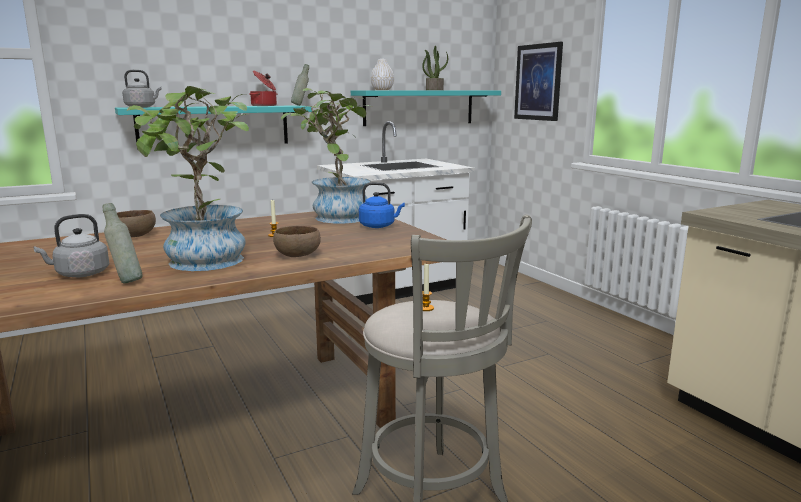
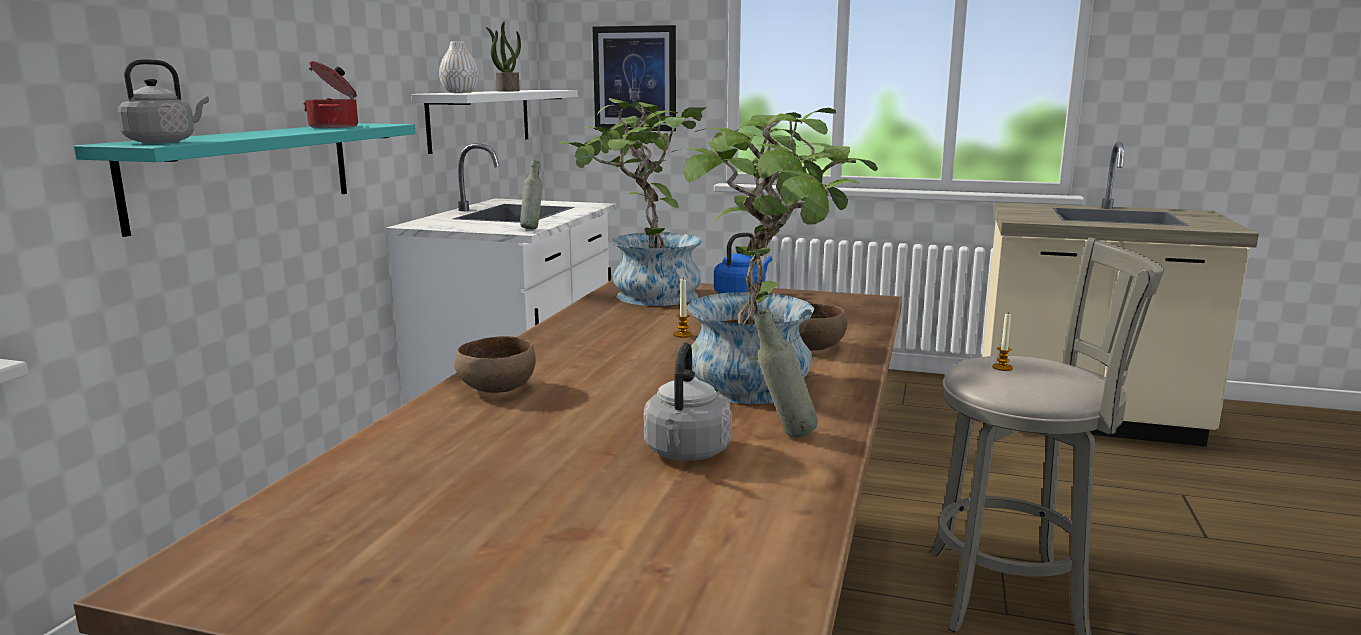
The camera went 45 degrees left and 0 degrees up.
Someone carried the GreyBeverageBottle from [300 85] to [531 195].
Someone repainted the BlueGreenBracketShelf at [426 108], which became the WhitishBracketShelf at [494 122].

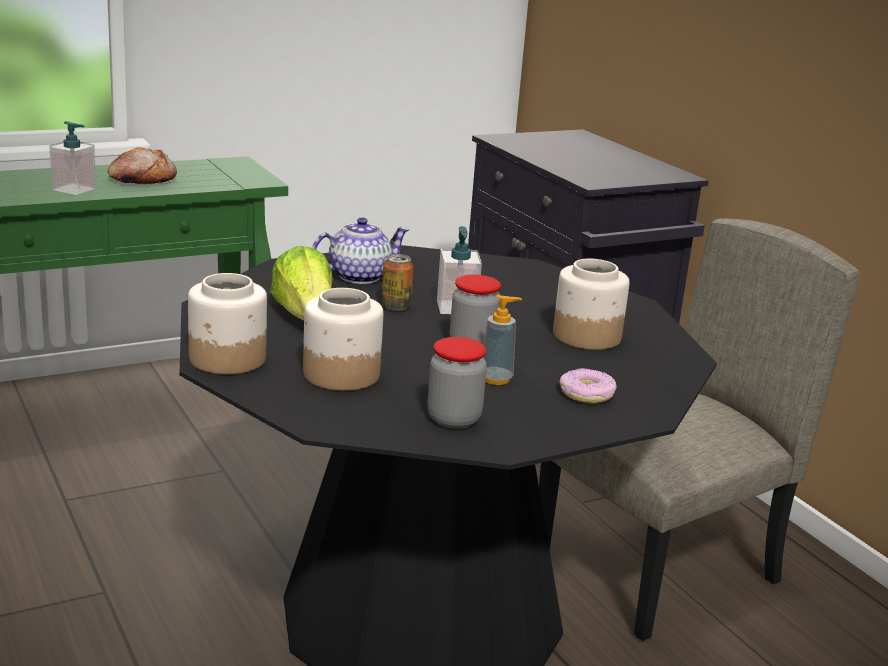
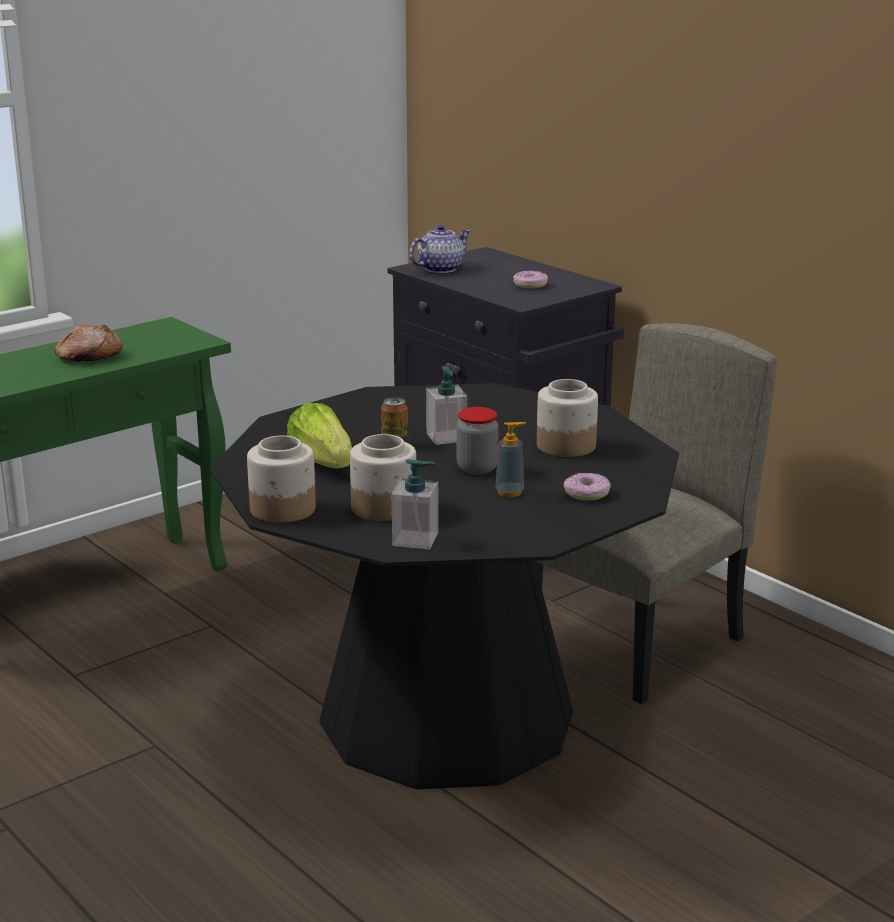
The camera went 10 degrees left and 0 degrees up.
Someone carried the SoapDispenser from [72 158] to [415 504].
Someone carried the Teapot from [361 250] to [440 249].
Someone took away the StorageJar at [457 383].
Someone put down the Doughnut at [530 279].

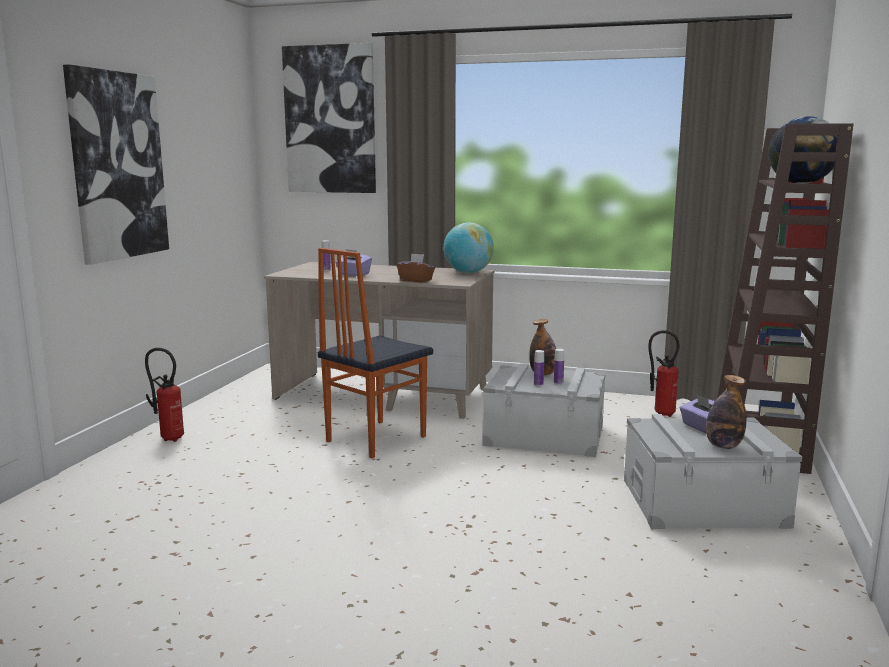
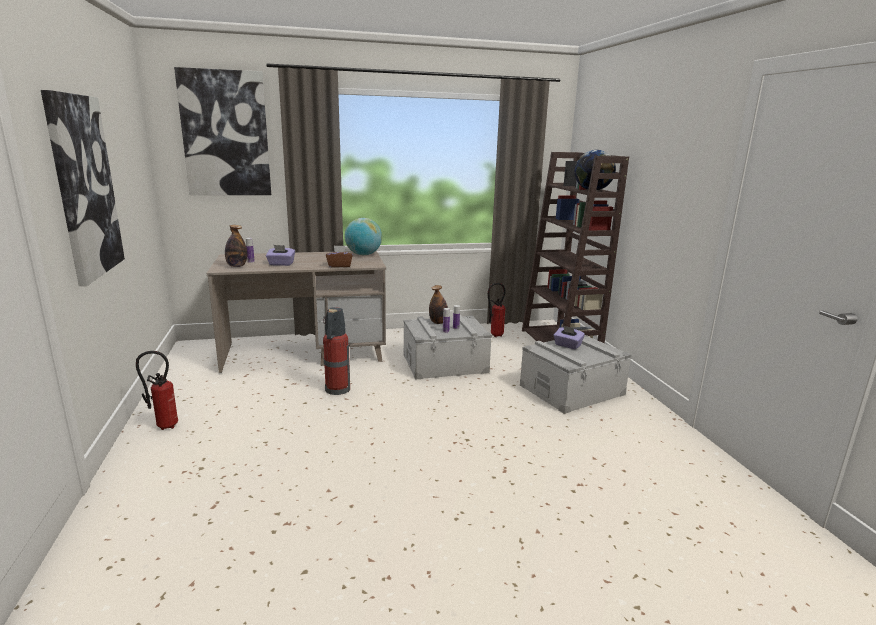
The camera went 30 degrees left and 5 degrees up.
Someone swapped the UprightChair at [375 353] for the FireFightingCylinder at [336 351].
Someone carried the BeverageBottle from [726 412] to [236 246].

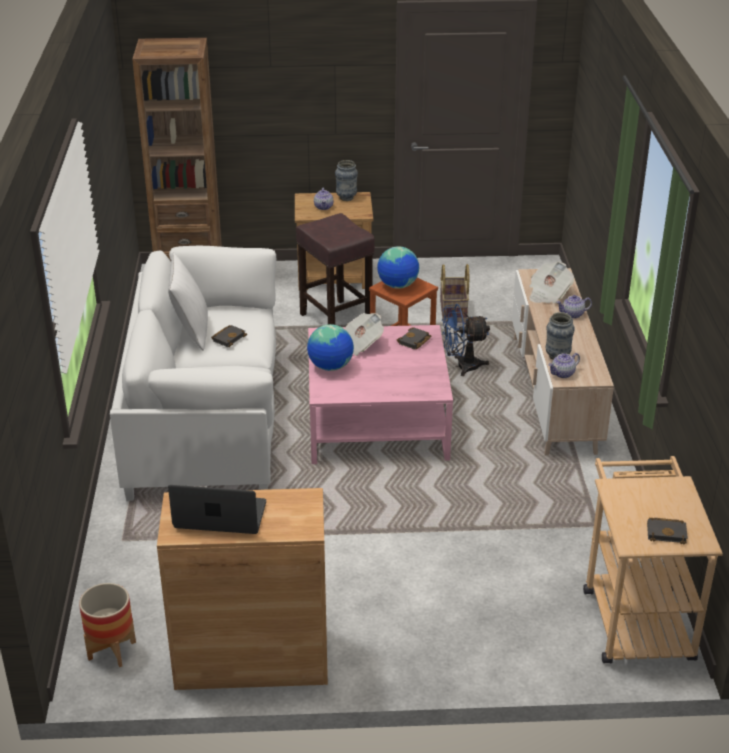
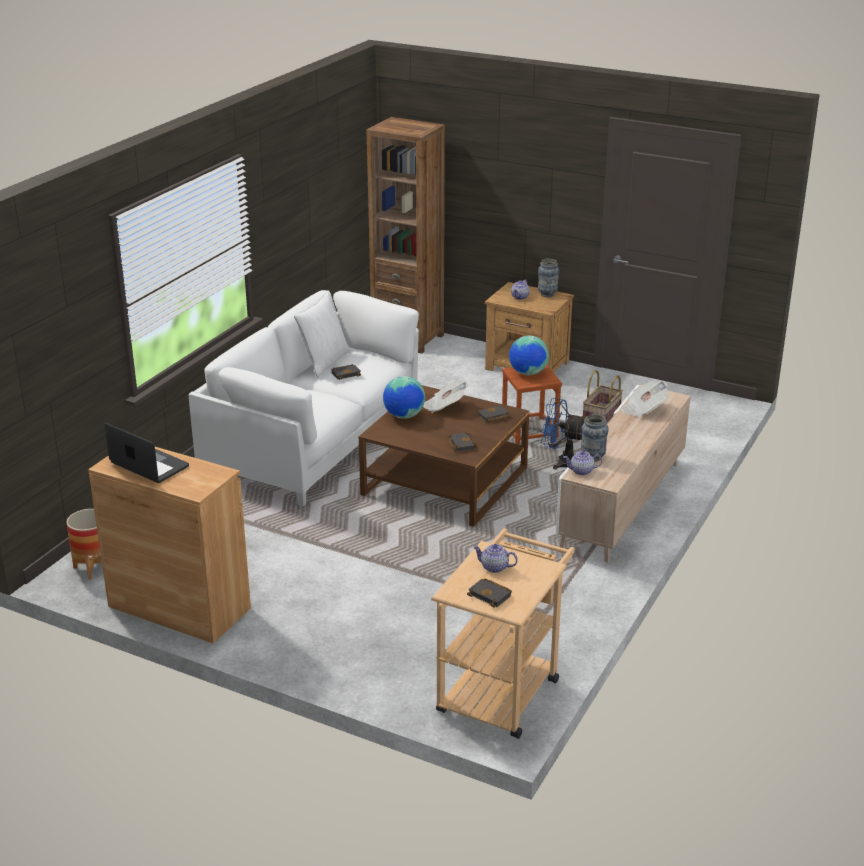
The camera went 30 degrees right and 5 degrees down.
Someone took away the BrownishStoolSeat at [335 269].
Someone carried the Teapot from [574 307] to [495 558].
Someone repainted the PinkishLowTable at [380 394], which became the BrownishLowTable at [444 456].
Someone put down the BlackVolume at [461 442].

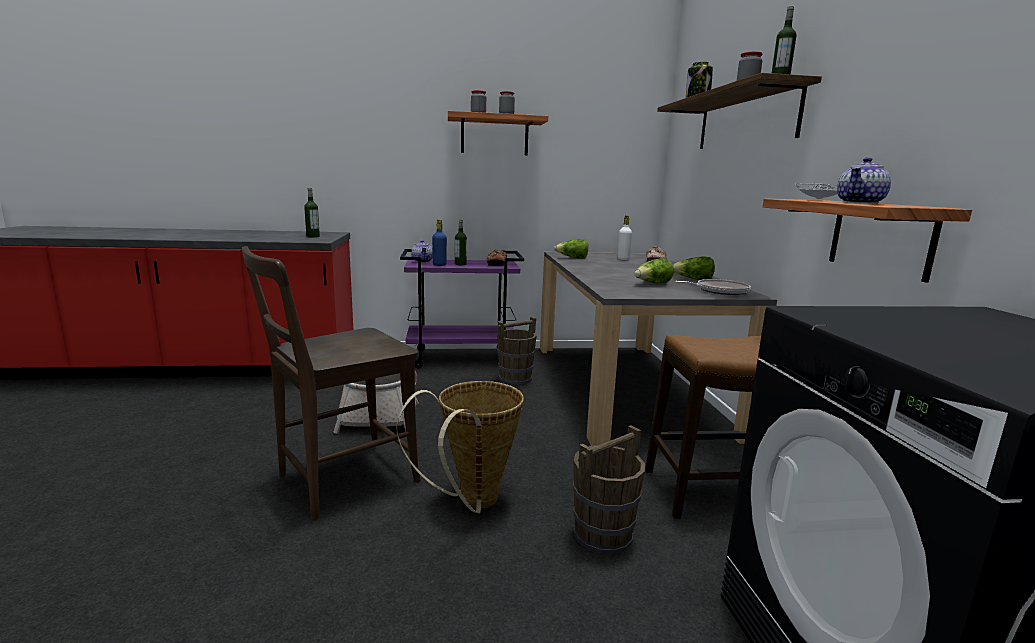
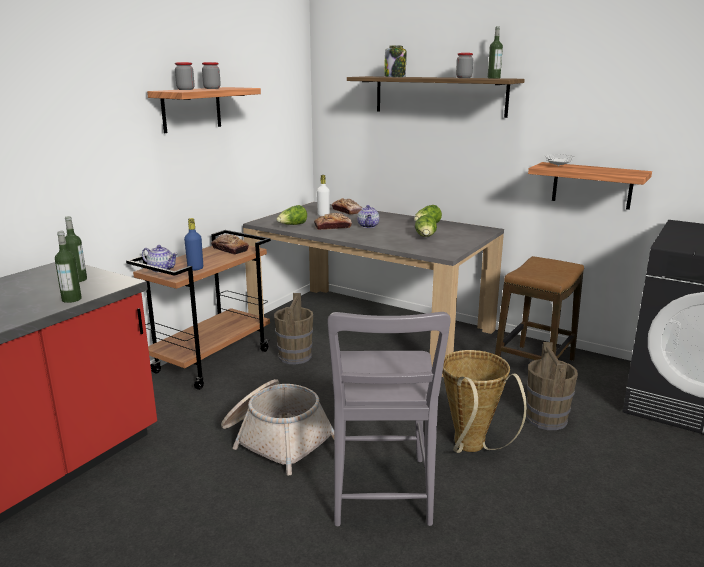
The camera went 50 degrees left and 5 degrees up.
Someone carried the Teapot from [864 180] to [368 216].
Someone carried the BeverageBottle from [461 242] to [68 267].
Someone repainted the BrownishUprightChair at [331 383], which became the GreyUprightChair at [389 419].
Someone repainted the PurplishTrolley at [462 308], which became the BrownishTrolley at [198 310].
Someone took away the Skillet at [713 287].
Someone put down the Bread at [333 221].

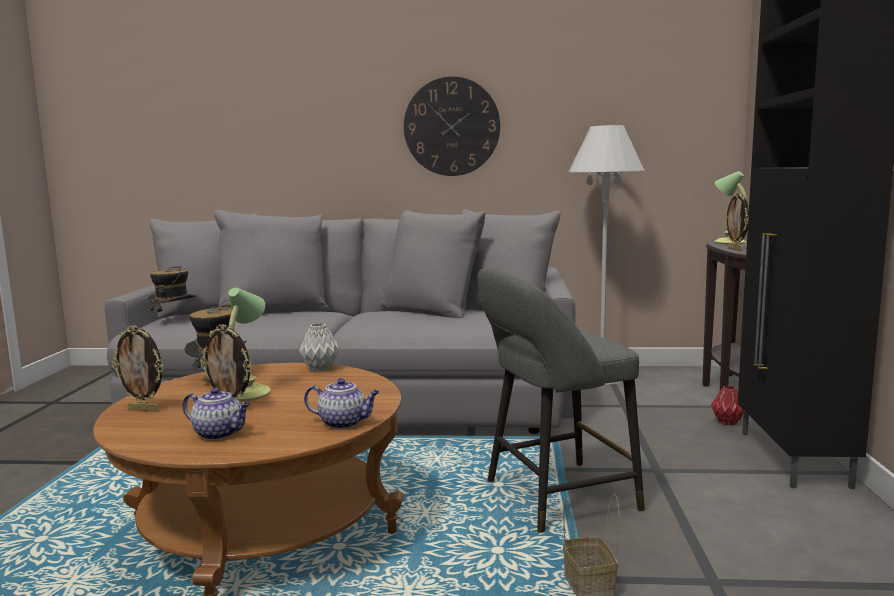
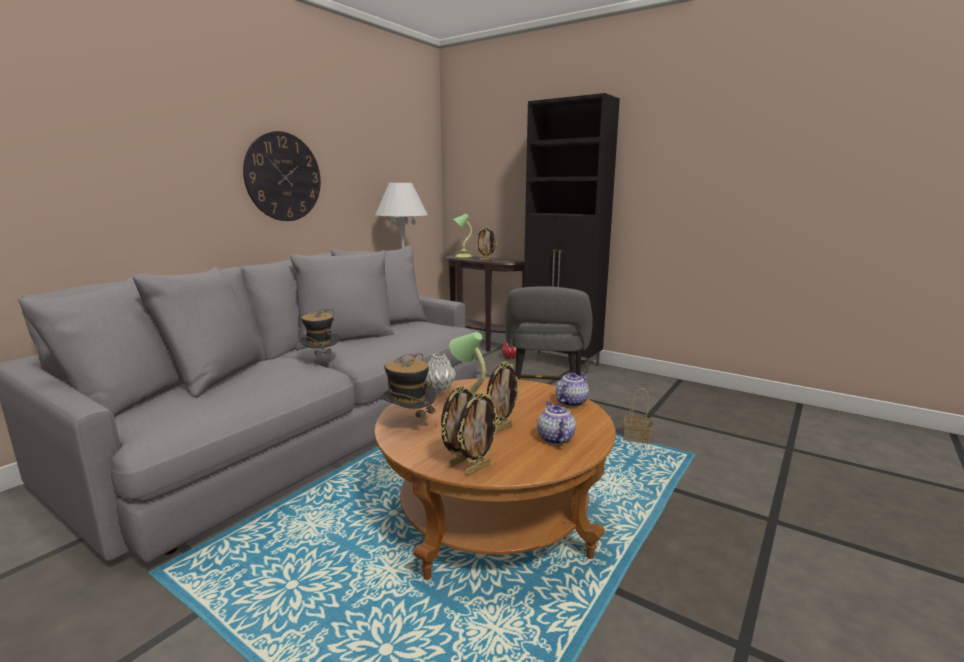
The camera went 60 degrees left and 5 degrees up.
Someone carried the WearableHat from [171 292] to [319 332].
Someone rotated the Teapot at [216 413] by 60 degrees counterclockwise.
Someone put down the PictureFrame at [478 433].

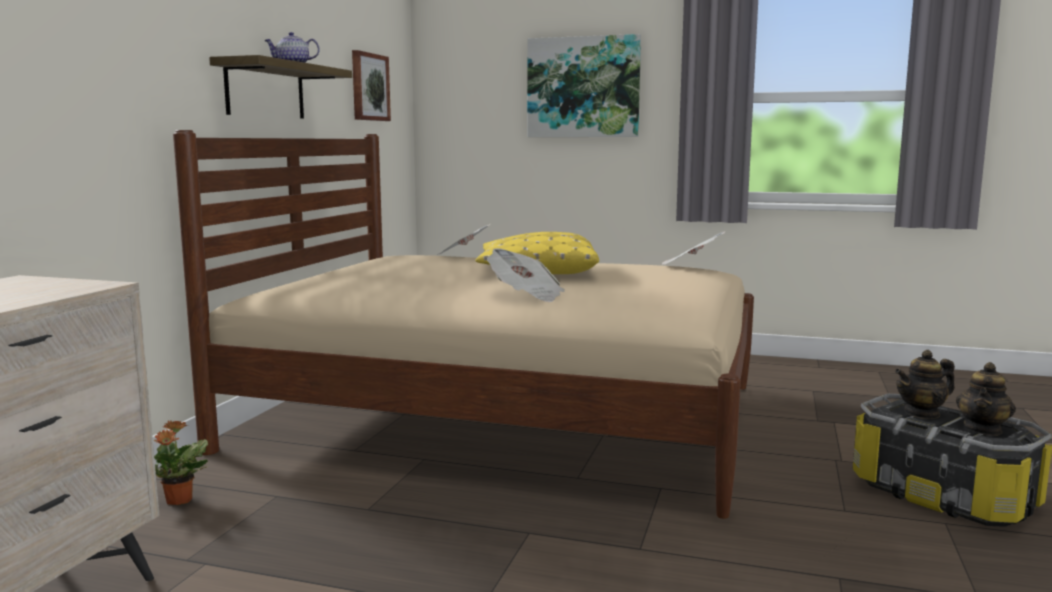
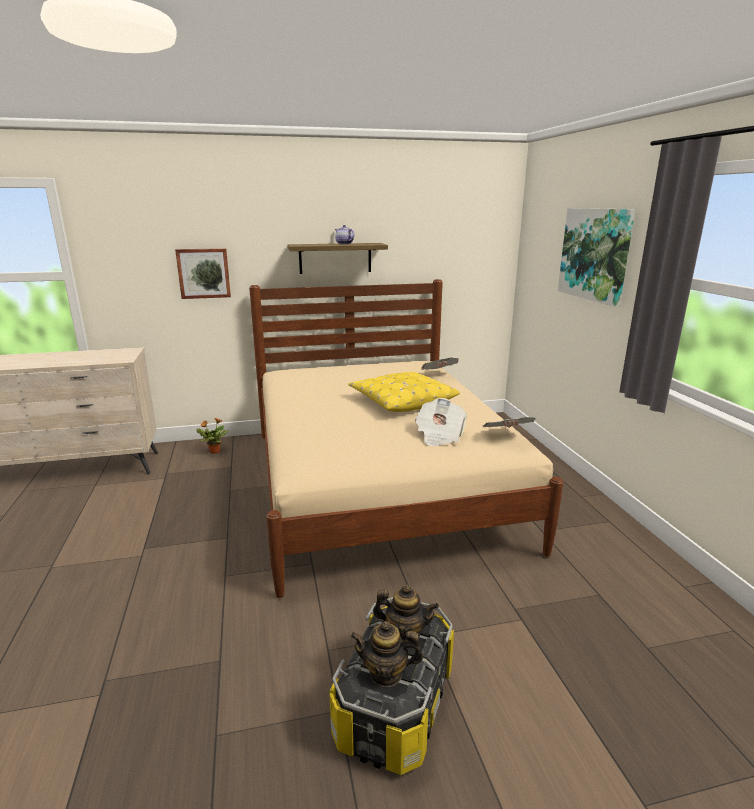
The camera went 60 degrees right and 10 degrees up.
Someone carried the WallArt from [371 85] to [203 273].
Someone carried the DailyPaper from [526 275] to [441 422].
Someone rotated the Teapot at [925 384] by 150 degrees clockwise.

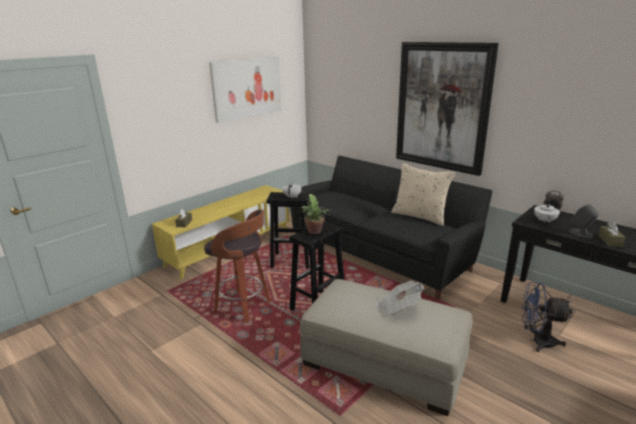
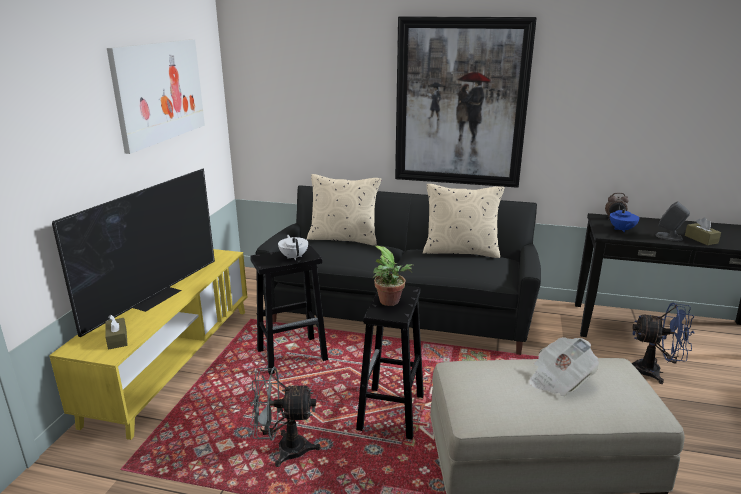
The camera went 30 degrees left and 0 degrees up.
Someone repainted the WhitishTeapot at [547 211], which became the BlueColouredTeapot at [624 217].
Someone swapped the StoolSeat at [237 266] for the GreyElectricFan at [285 417].
Someone rotated the BlueColouredElectricFan at [547 317] by 150 degrees counterclockwise.
Someone put down the Tv at [133 253].
Someone put down the BeigeColouredCushion at [344 210].

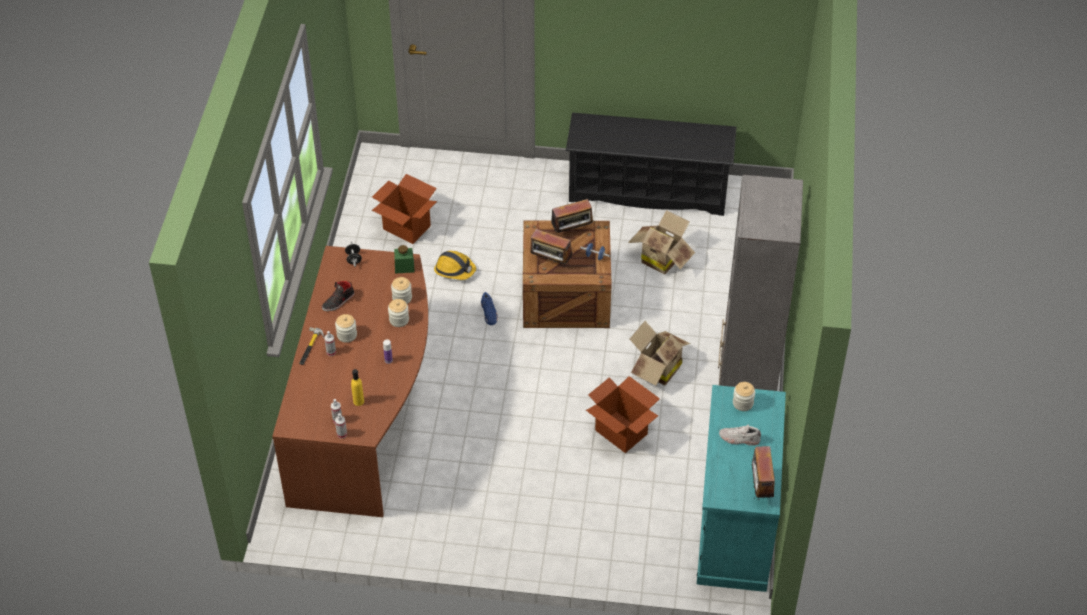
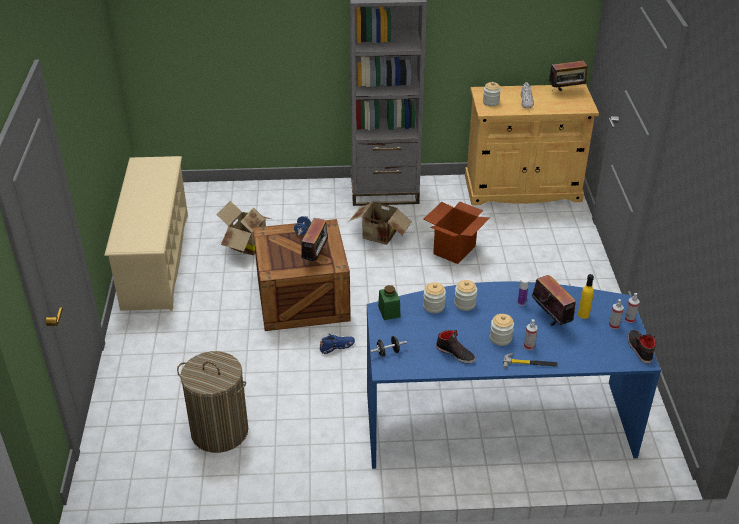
The camera went 100 degrees left and 10 degrees down.
Someone repainted the BlackShoeStand at [651 164], which became the BeigeColouredShoeStand at [146 233].
Someone swapped the PackingBox at [404 209] for the WashingBasket at [212 402].
Someone carried the RadioReceiver from [573 216] to [554 302].
Someone repainted the BrownishDesk at [350 381], which became the BlueColouredDesk at [514 375].
Someone took away the WorkHelmet at [455 265].
Someone repainted the BlueGreenCabinet at [741 488], which became the BeigeColouredCabinet at [532 144].
Someone put down the BlackShoe at [642 347].

